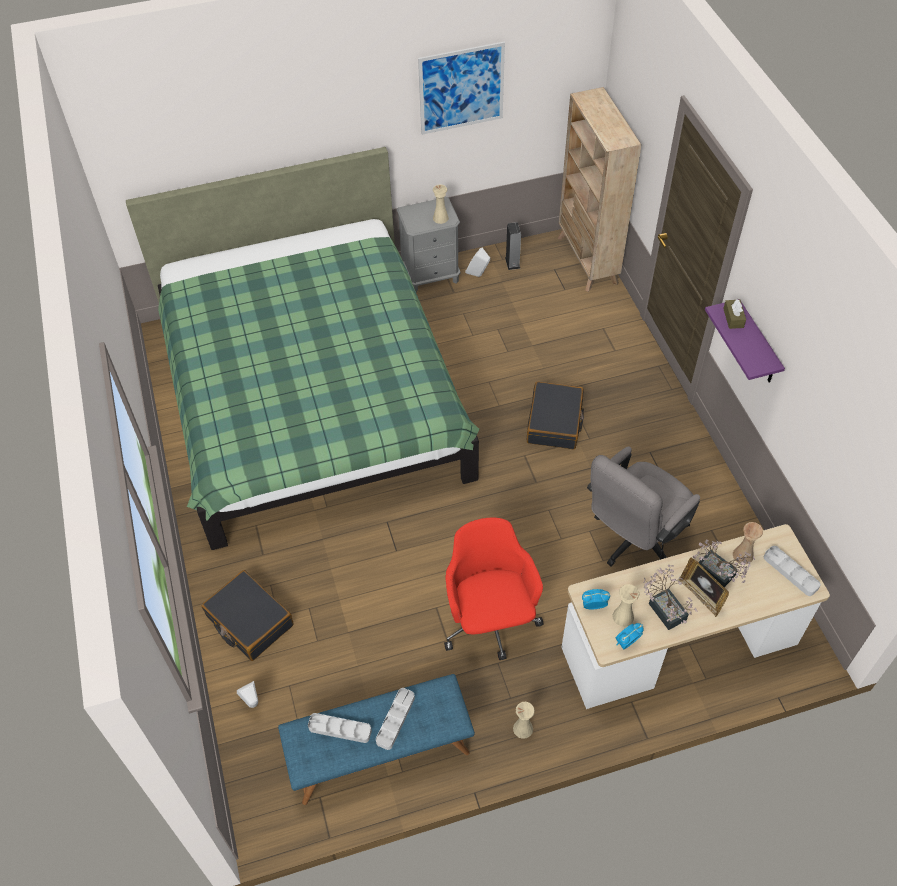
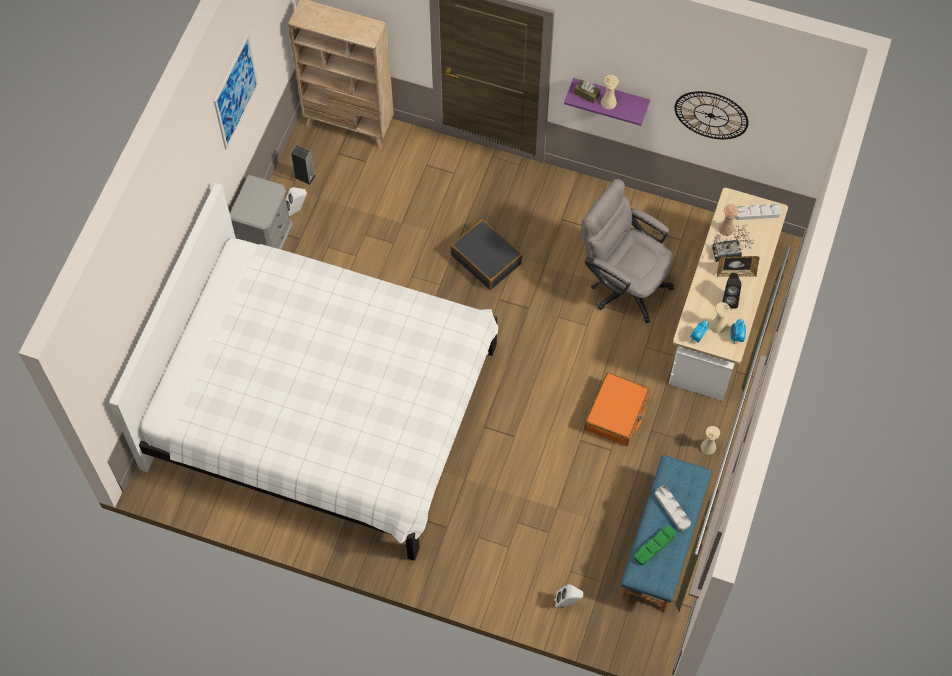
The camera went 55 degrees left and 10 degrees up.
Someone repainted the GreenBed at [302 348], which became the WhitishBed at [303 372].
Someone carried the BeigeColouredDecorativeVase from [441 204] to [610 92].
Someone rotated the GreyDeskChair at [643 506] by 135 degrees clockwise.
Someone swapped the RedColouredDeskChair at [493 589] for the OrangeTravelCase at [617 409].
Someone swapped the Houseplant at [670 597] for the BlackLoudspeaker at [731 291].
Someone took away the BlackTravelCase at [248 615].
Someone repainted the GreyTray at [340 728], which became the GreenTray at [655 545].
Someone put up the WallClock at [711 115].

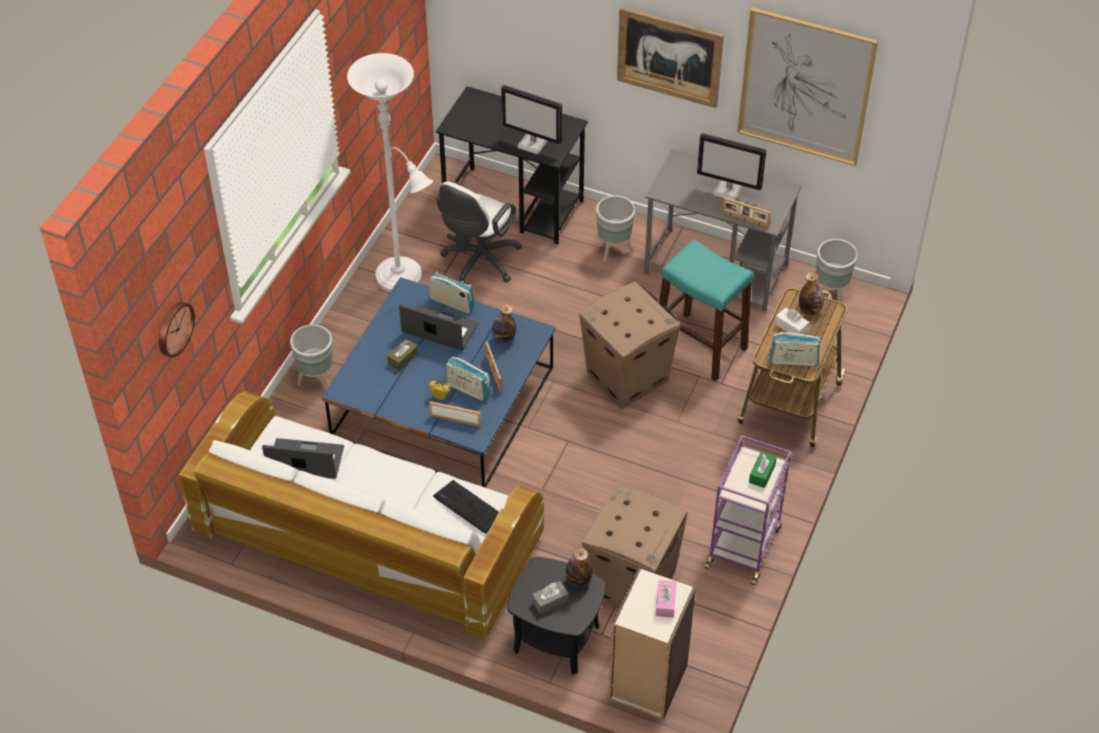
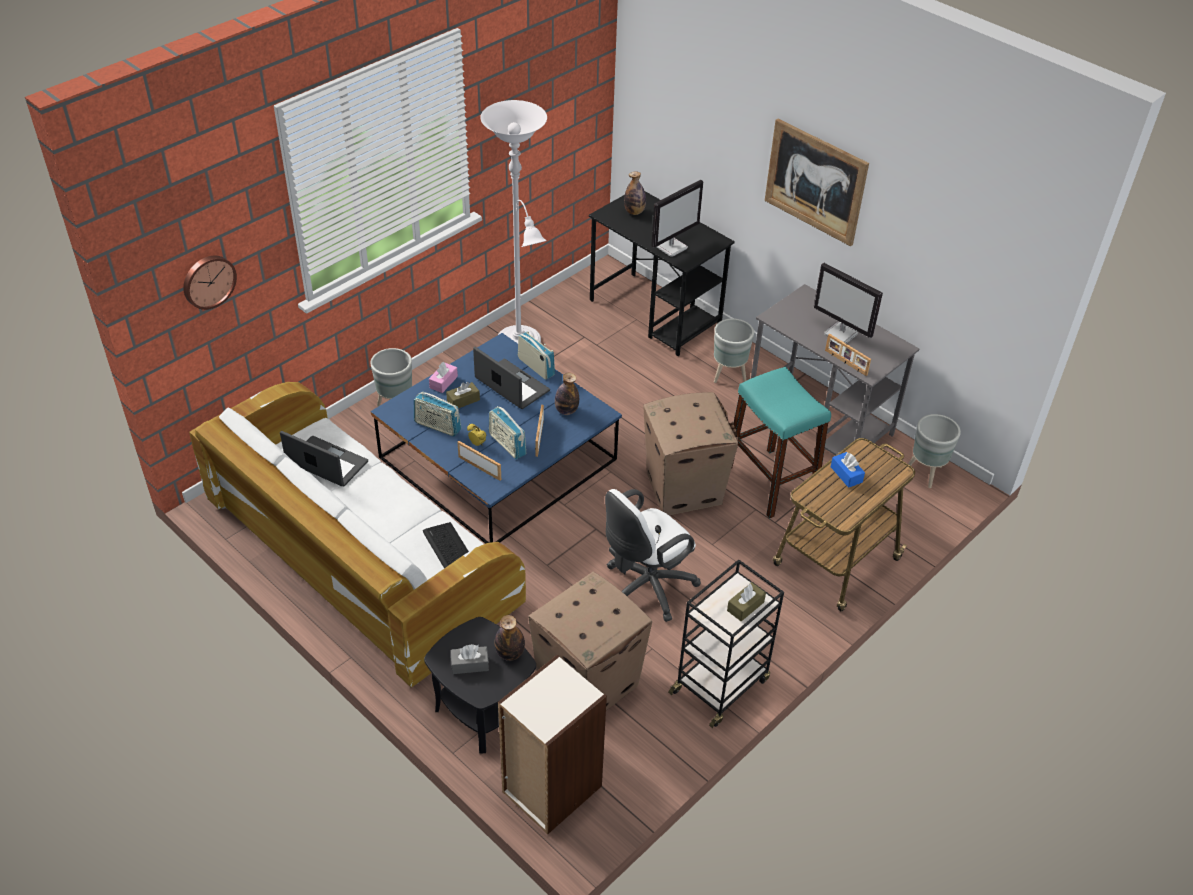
The camera went 20 degrees right and 5 degrees down.
Someone took away the WallArt at [807 86].
Someone rotated the Monitor at [531 119] by 90 degrees counterclockwise.
Someone carried the WhitishDeskChair from [479 232] to [653 555].
Someone carried the BeverageBottle from [811 294] to [635 193].
Someone repainted the WhitishBoxOfTissues at [792 321], which became the BlueColouredBoxOfTissues at [848 470].
Someone carried the RadioReceiver from [795 349] to [437 414].
Someone repainted the PurplishTrolley at [747 510], which became the BlackTrolley at [726 643].
Someone repainted the GreenBoxOfTissues at [763 470], which became the BrownishBoxOfTissues at [746 601].
Someone carried the PinkishBoxOfTissues from [666 599] to [443 377].

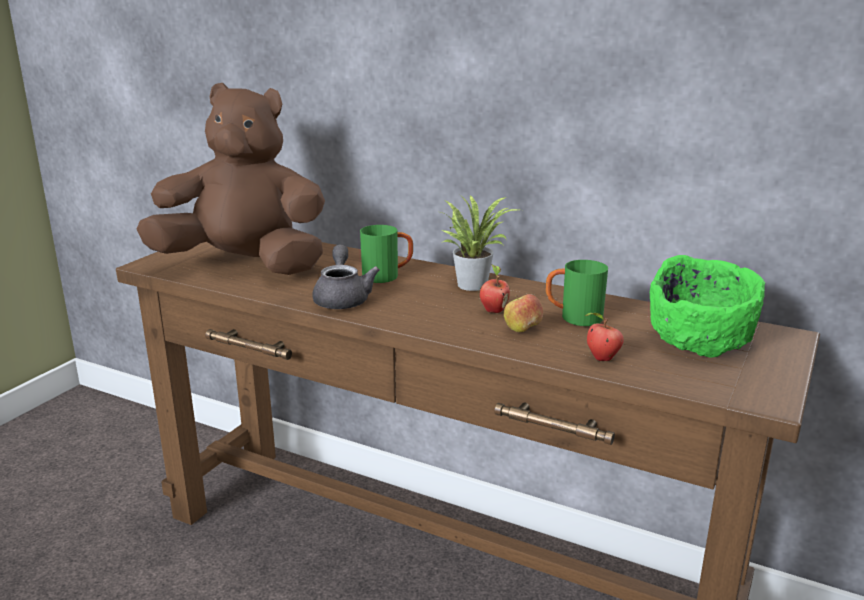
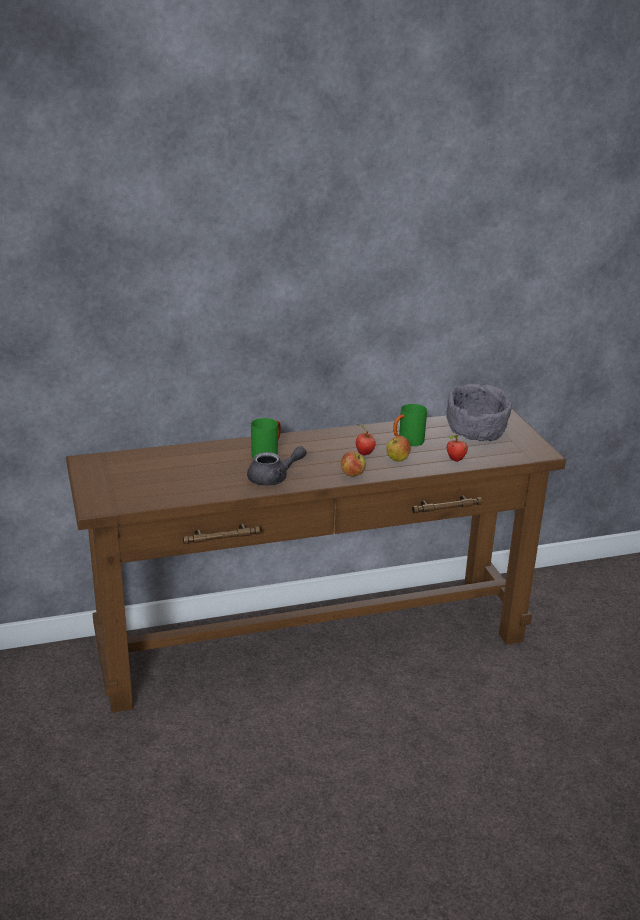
The camera went 45 degrees left and 5 degrees up.
Someone took away the BrownishCuddlyToy at [231 179].
Someone took away the Houseplant at [479 243].
Someone rotated the GreyTeapot at [346 276] by 120 degrees clockwise.
Someone repainted the GreenBowl at [707 306], which became the GreyBowl at [479 412].
Someone put down the Apple at [353 464].

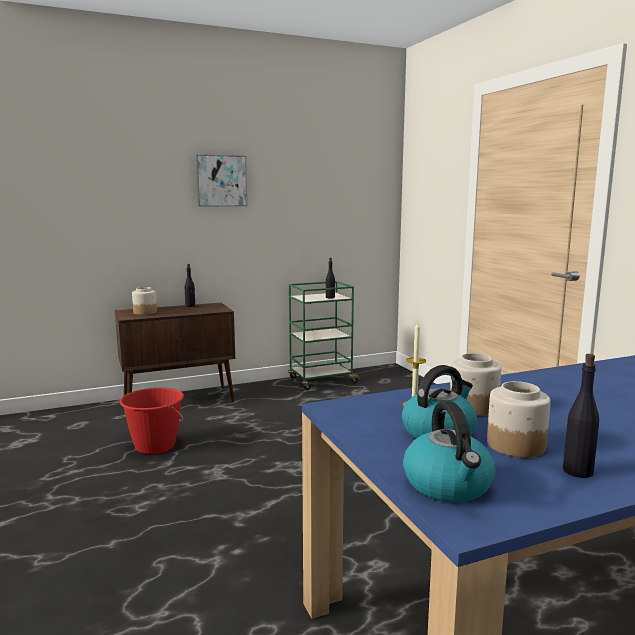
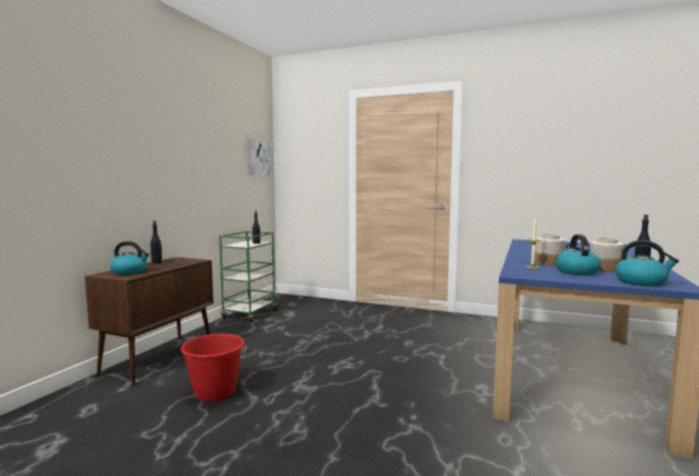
The camera went 45 degrees left and 5 degrees down.
Someone carried the WallArt from [221 181] to [260 156].
Someone swapped the StorageJar at [144 301] for the WaterKettle at [130 258].

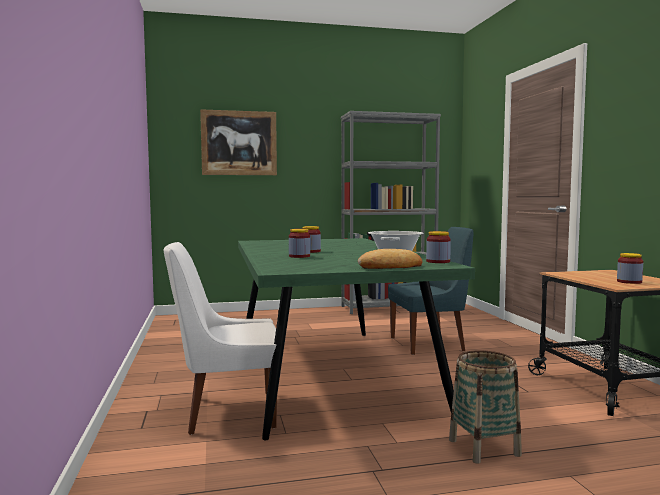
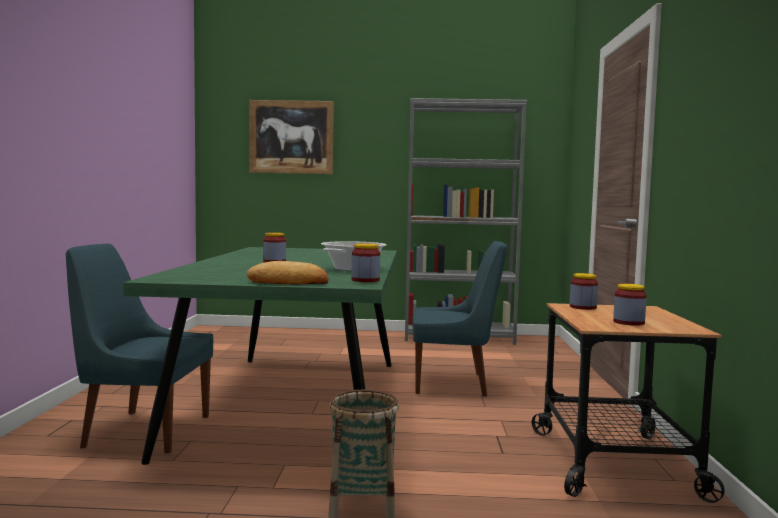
The camera went 15 degrees right and 0 degrees up.
Someone carried the StorageJar from [299 243] to [584 291].
Someone repainted the WhitishUprightChair at [220 338], which became the BlueColouredUprightChair at [139 349].

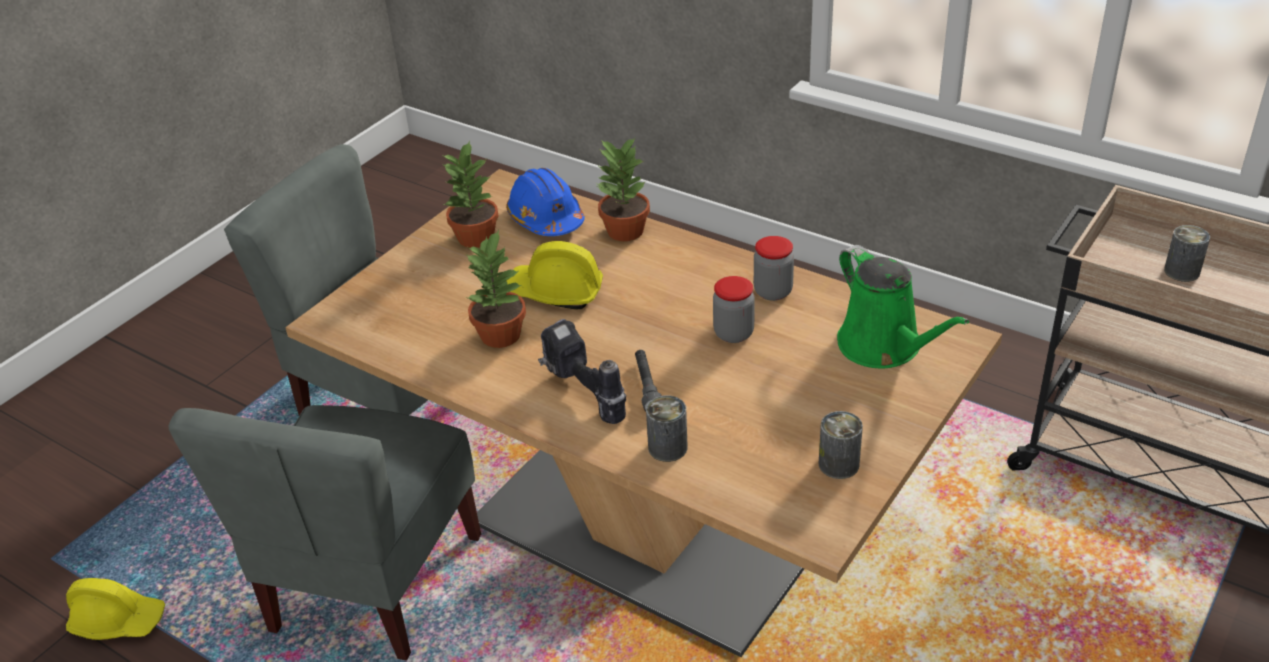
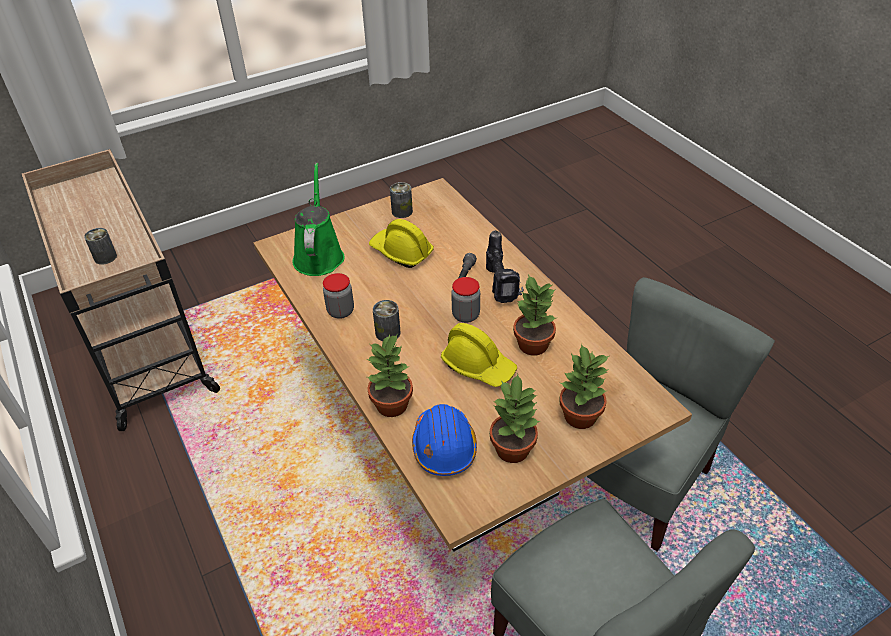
The camera went 155 degrees left and 5 degrees up.
Someone carried the StorageJar from [734 309] to [465 300].
Someone carried the Can from [667 428] to [386 320].
Someone carried the YellowWorkHelmet from [115 609] to [401 243].
Someone put down the Houseplant at [584 386].

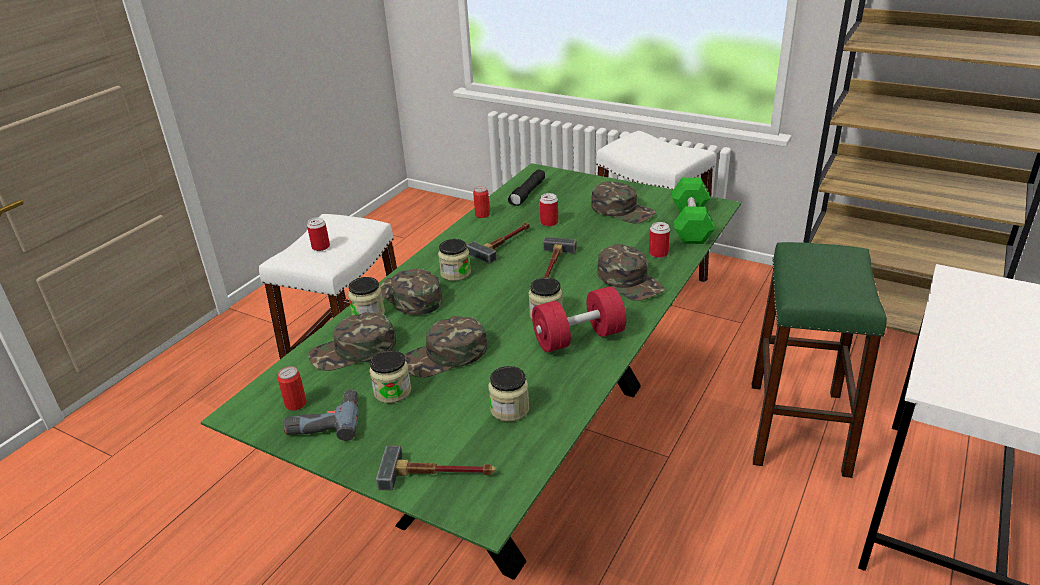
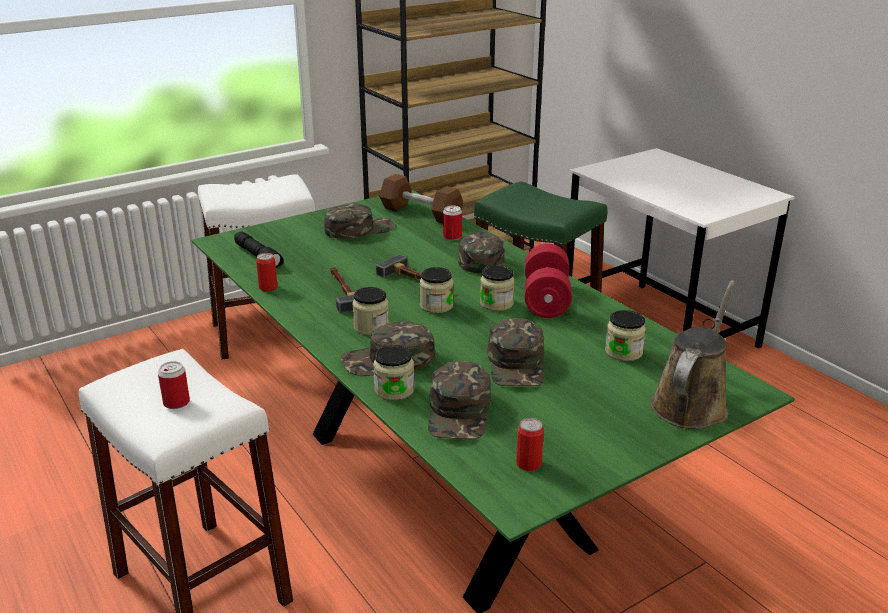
The camera went 65 degrees left and 5 degrees down.
Someone repainted the GreenDumbbell at [693 211], which became the BrownishDumbbell at [421 198].
Someone took away the Can at [549 210].
Someone rotated the GreenCap at [631 272] by 75 degrees counterclockwise.
Someone carried the StorageJar from [390 376] to [436 290].
Someone took away the Drill at [321 415].
Someone swapped the HandHammer at [436 467] for the BrownishWateringPot at [692 354].

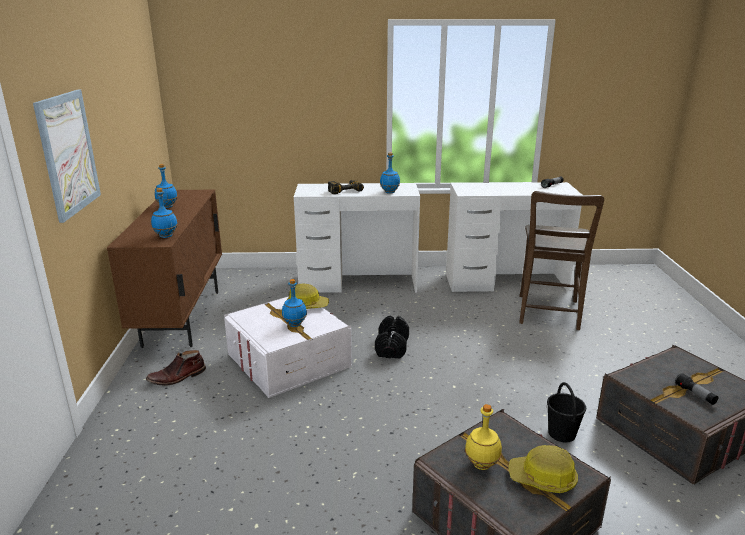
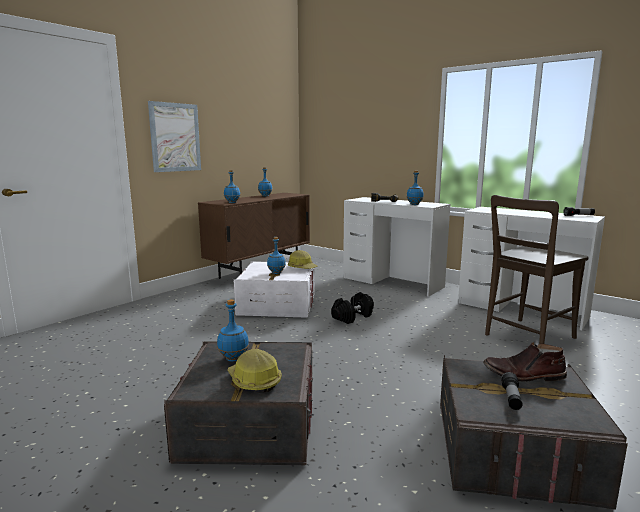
The camera went 40 degrees right and 10 degrees down.
Someone carried the BrownishTallBoot from [176 368] to [525 362].
Someone took away the BlackPail at [566 412].
Someone repainted the YellowBeverageBottle at [483 437], which became the BlueColouredBeverageBottle at [233 330].

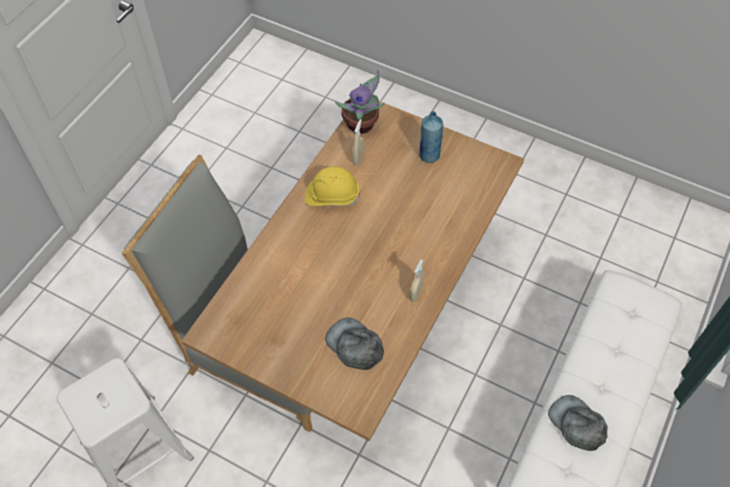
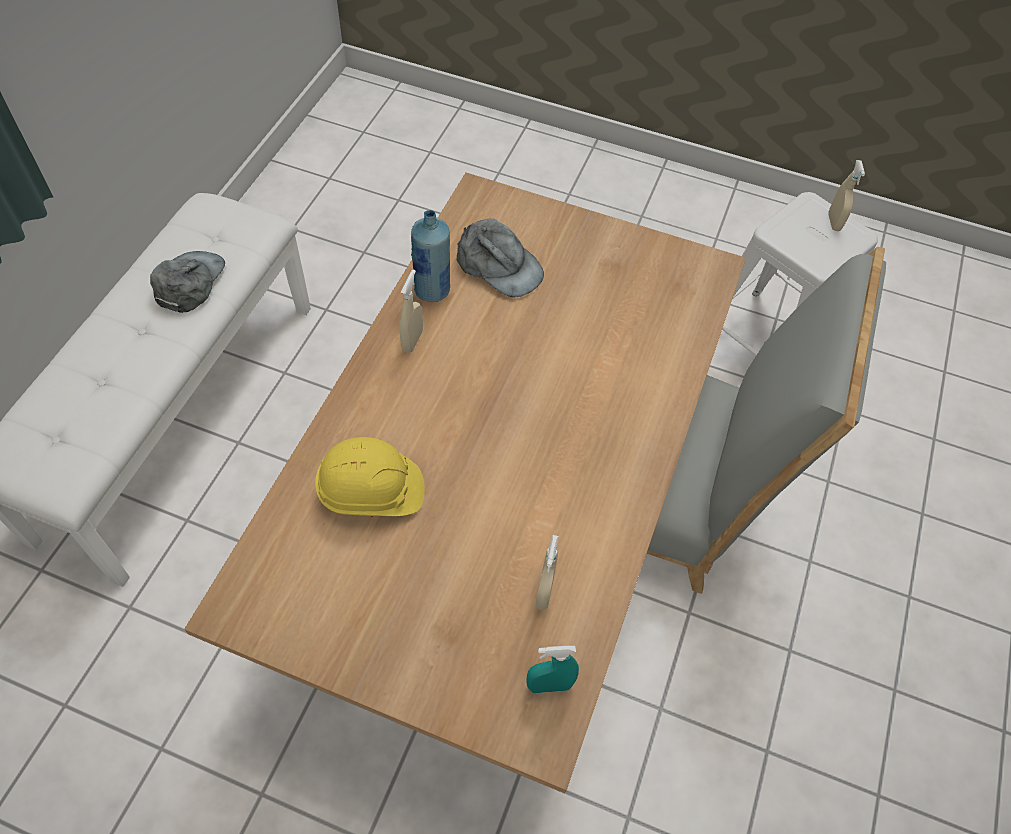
The camera went 170 degrees right and 0 degrees up.
Someone swapped the Houseplant at [360 102] for the BlueGreenSprayBottle at [553 669].
Someone carried the BlueColouredBeverageBottle from [431 137] to [430 256].
Someone carried the YellowWorkHelmet from [332 186] to [370 477].
Someone rotated the GreyCap at [578 423] by 120 degrees counterclockwise.
Someone put down the BeigeColouredSprayBottle at [846 195].

